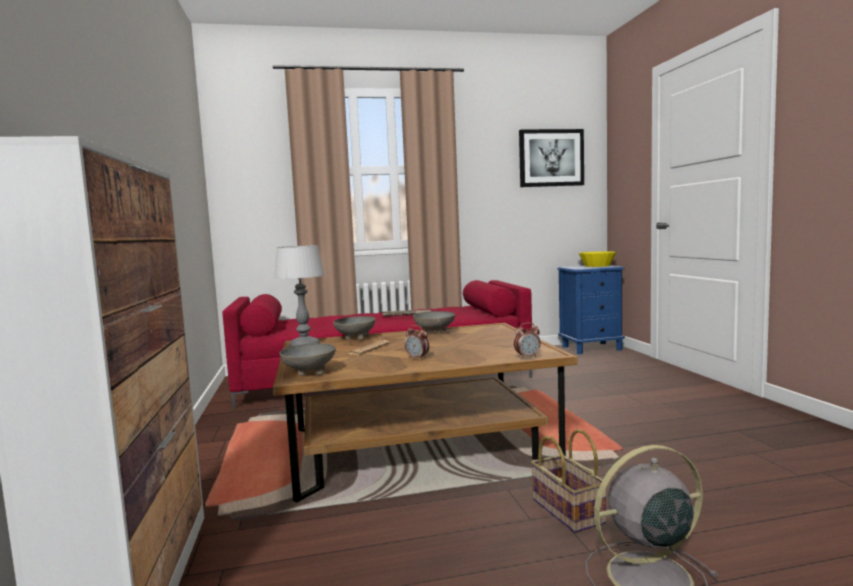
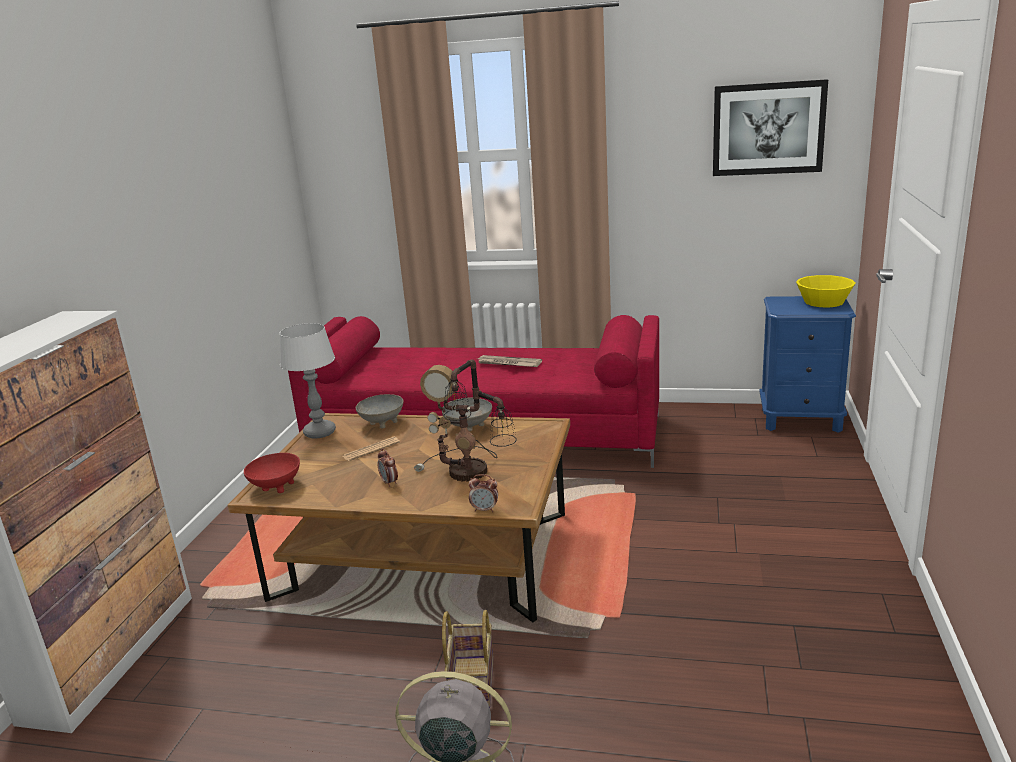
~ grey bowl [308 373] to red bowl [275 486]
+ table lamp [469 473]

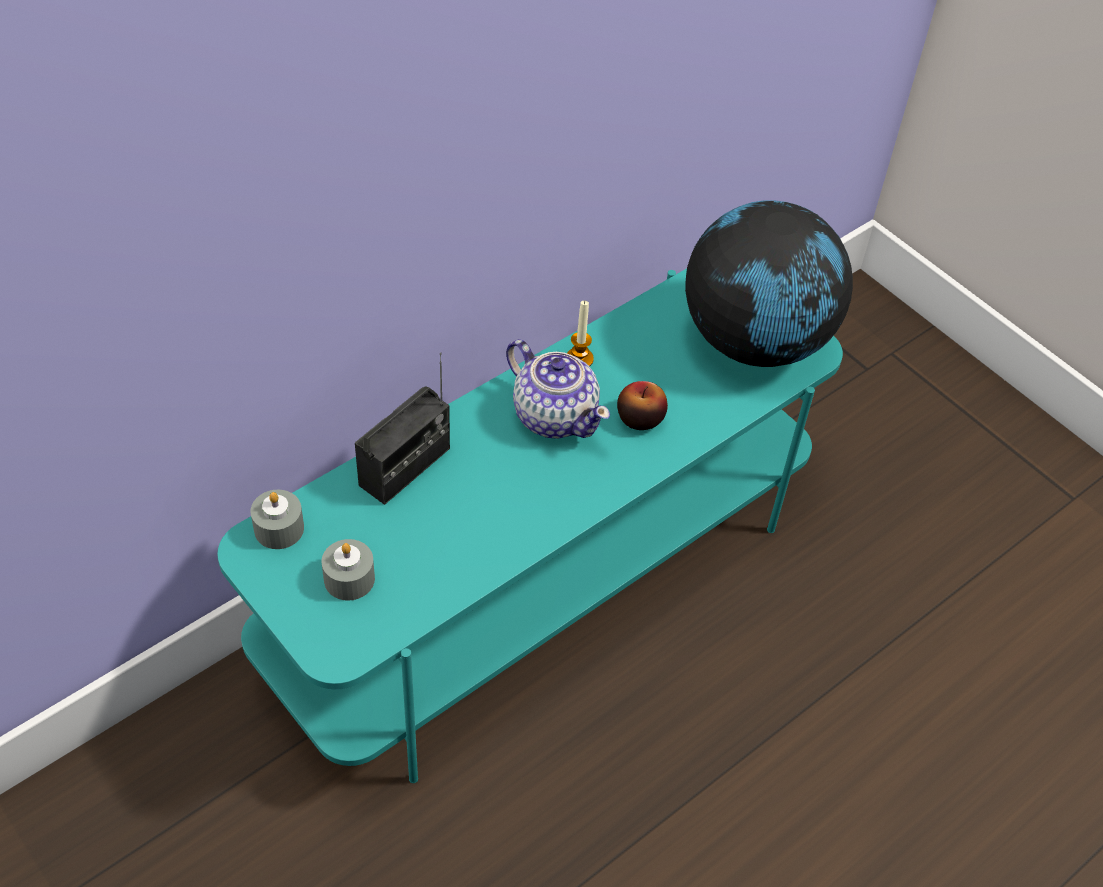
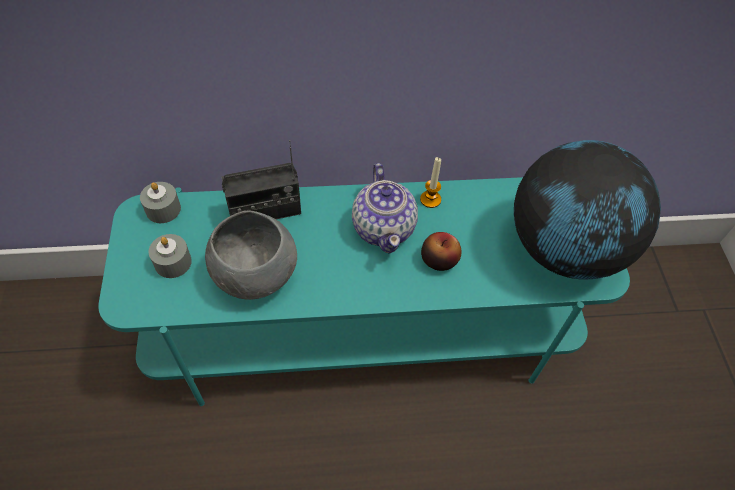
+ grey bowl [254 275]

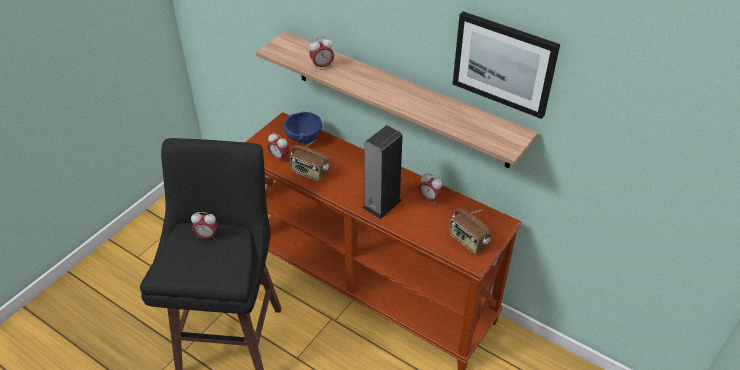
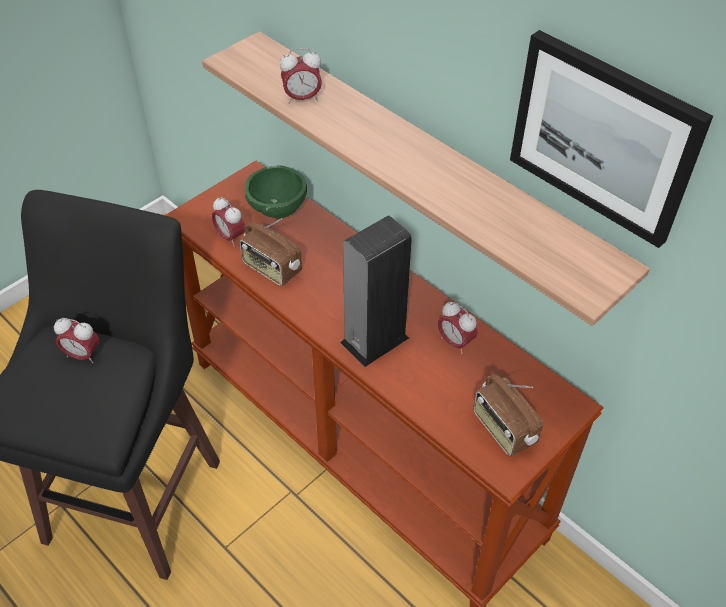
~ blue-coloured bowl [304 138] to greenish bowl [278 209]

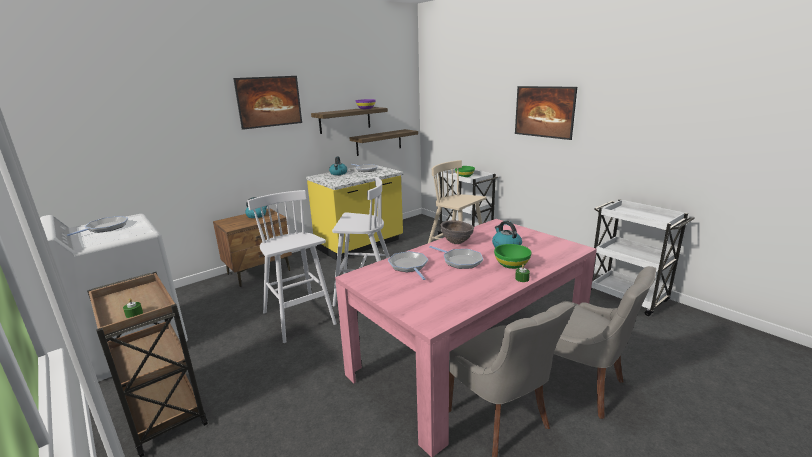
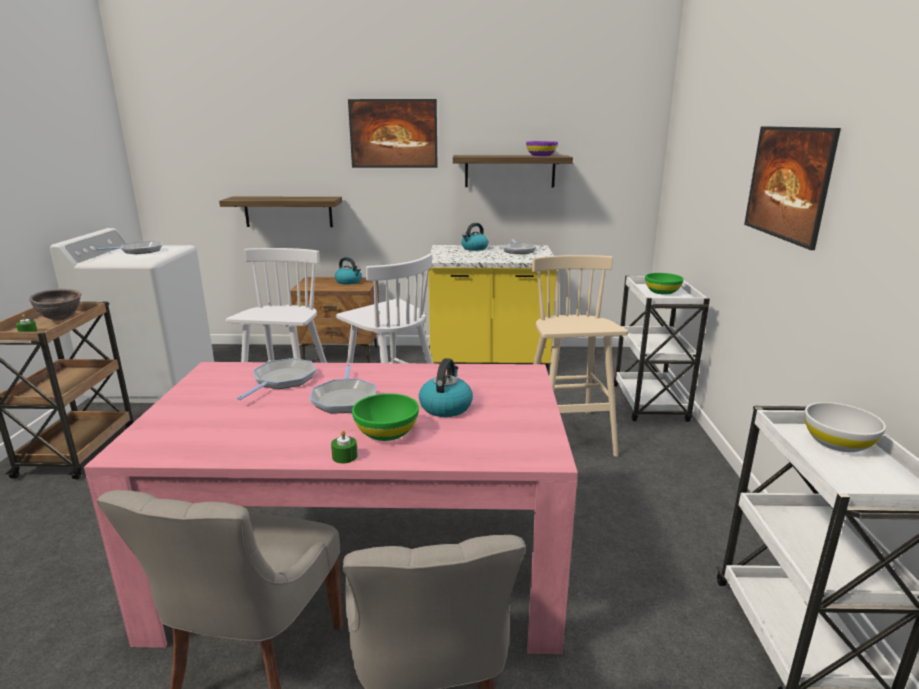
~ wall shelf [379 142] to [288 211]
~ brownish bowl [456 243] to [60 319]
+ white-coloured bowl [837 443]

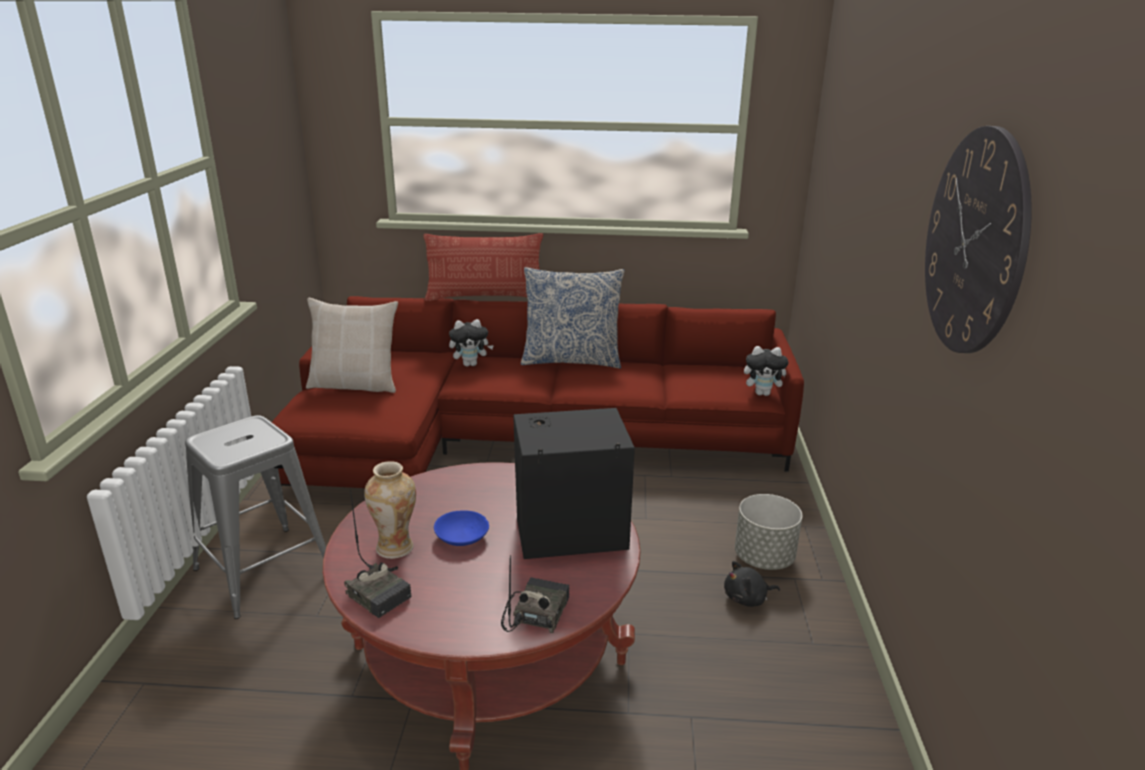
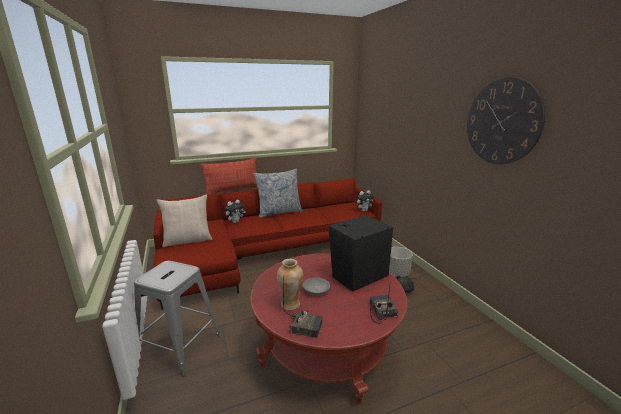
~ blue-coloured bowl [462 537] to grey bowl [316 290]

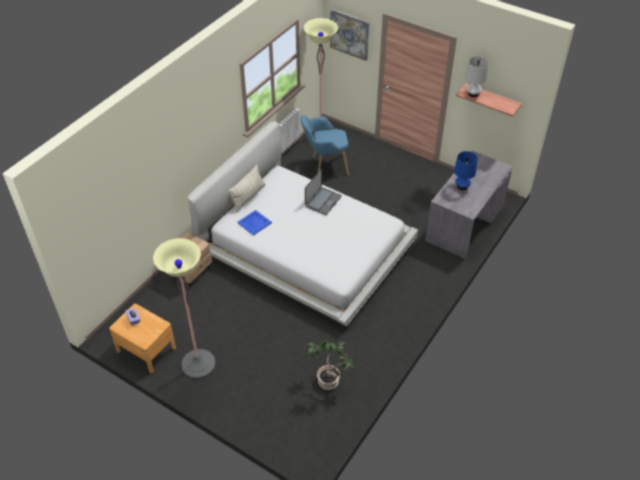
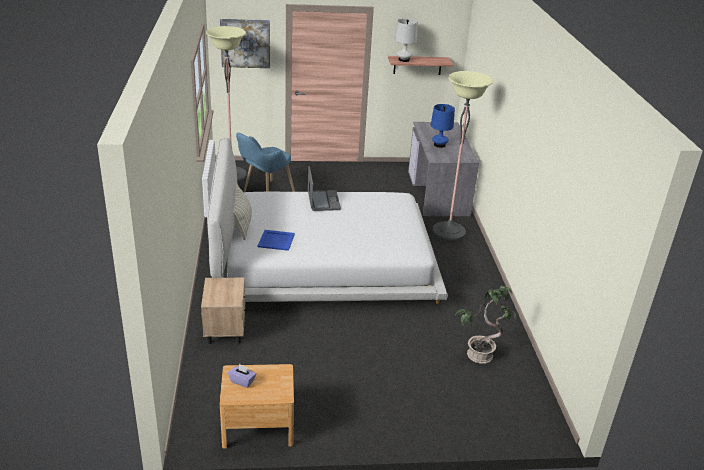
~ standing lamp [198 364] to [449 231]

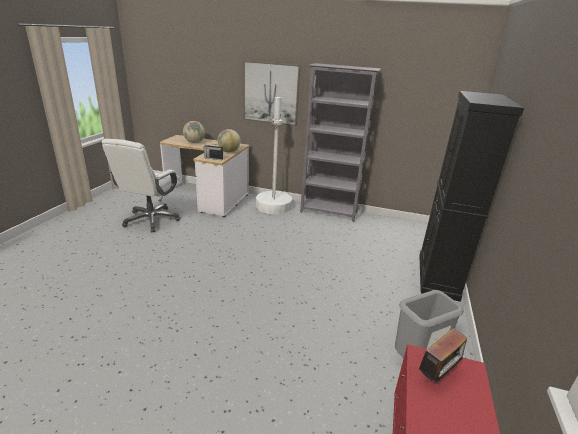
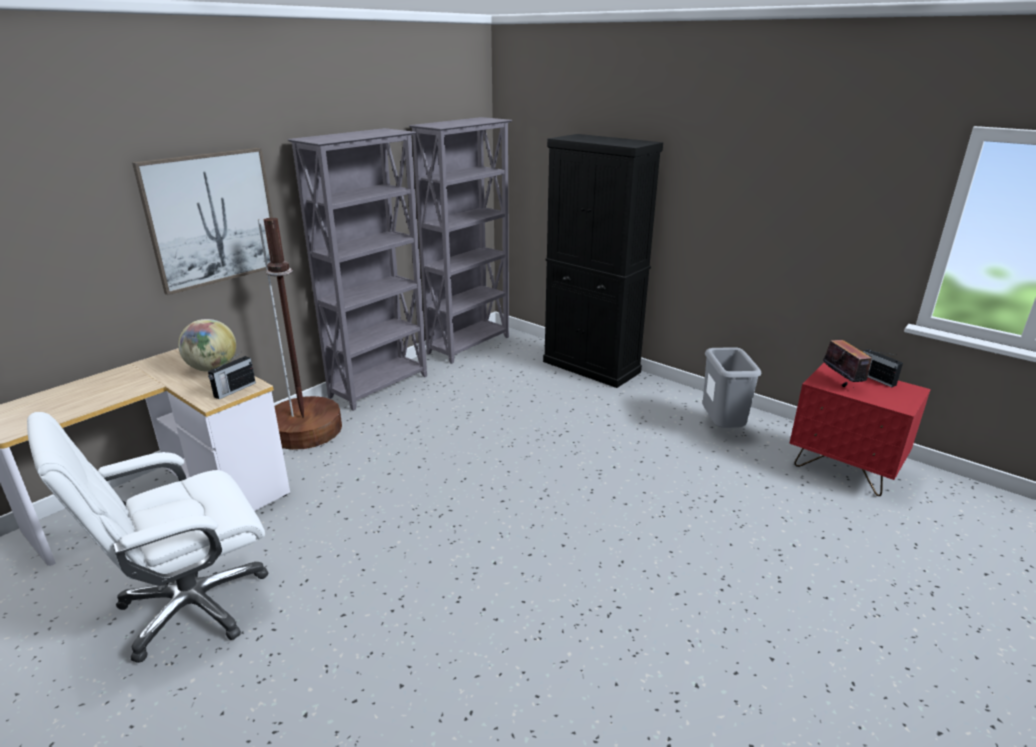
~ white-coloured standing lamp [273 207] to brownish standing lamp [305 430]
- world globe [194 142]
~ white-coloured office chair [151 220] = [191 606] 105 degrees clockwise
+ grey bookcase [470 345]
+ radio set [876 378]

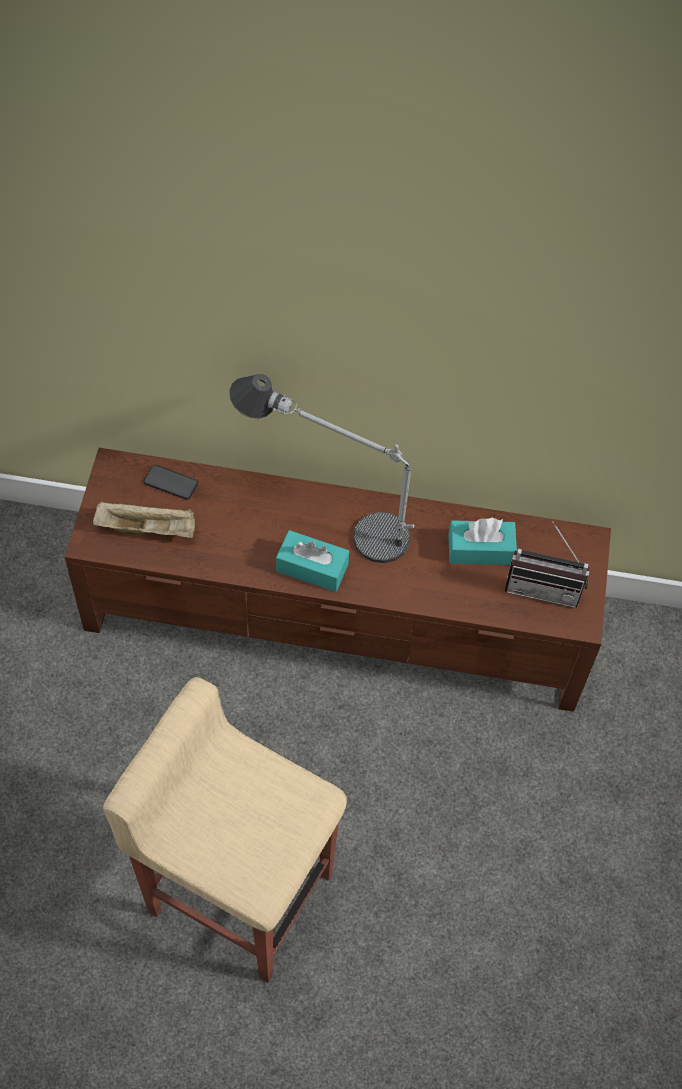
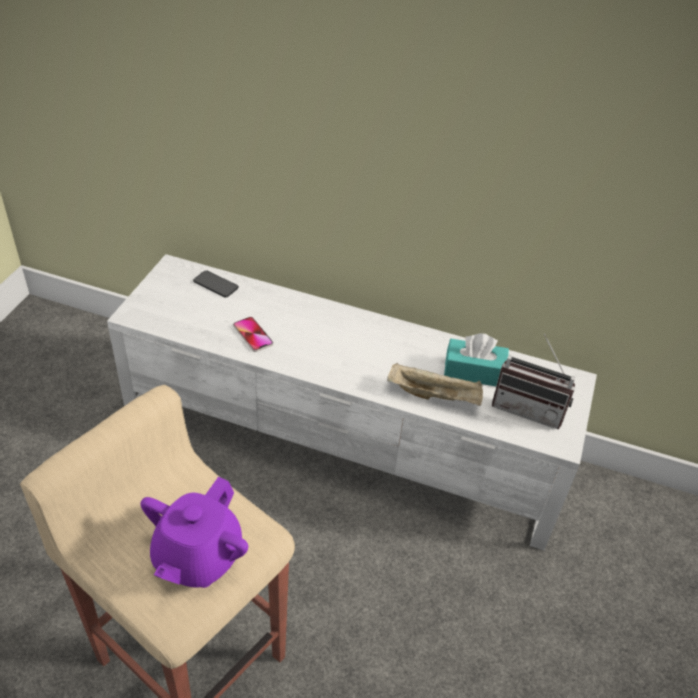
- table lamp [328 513]
~ brownish tv unit [339 617] to white-coloured tv unit [344 439]
~ sand-coloured tray [148 529] to [435 395]
- turquoise-coloured box of tissues [312 568]
+ phone [253 335]
+ purplish teapot [197 557]

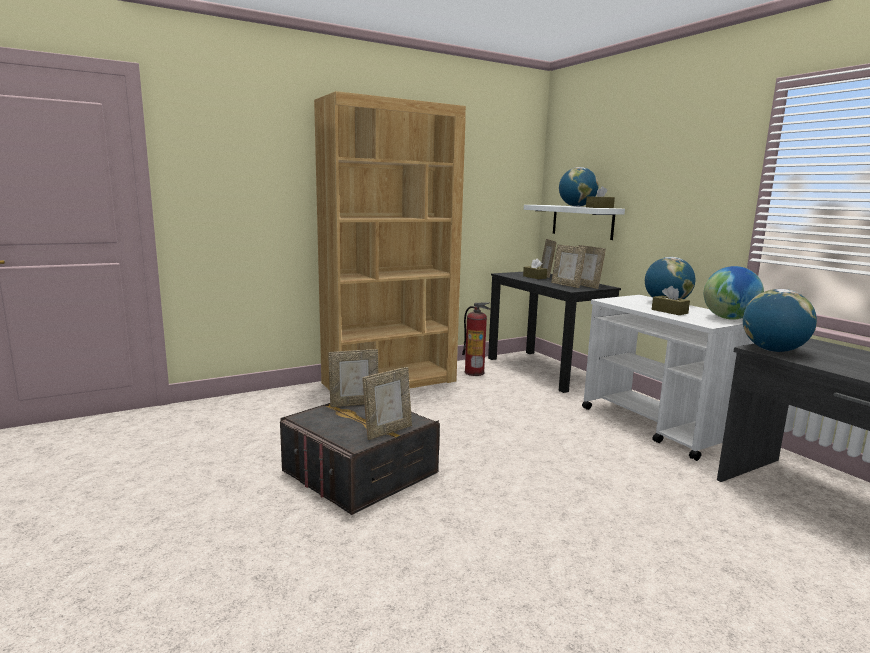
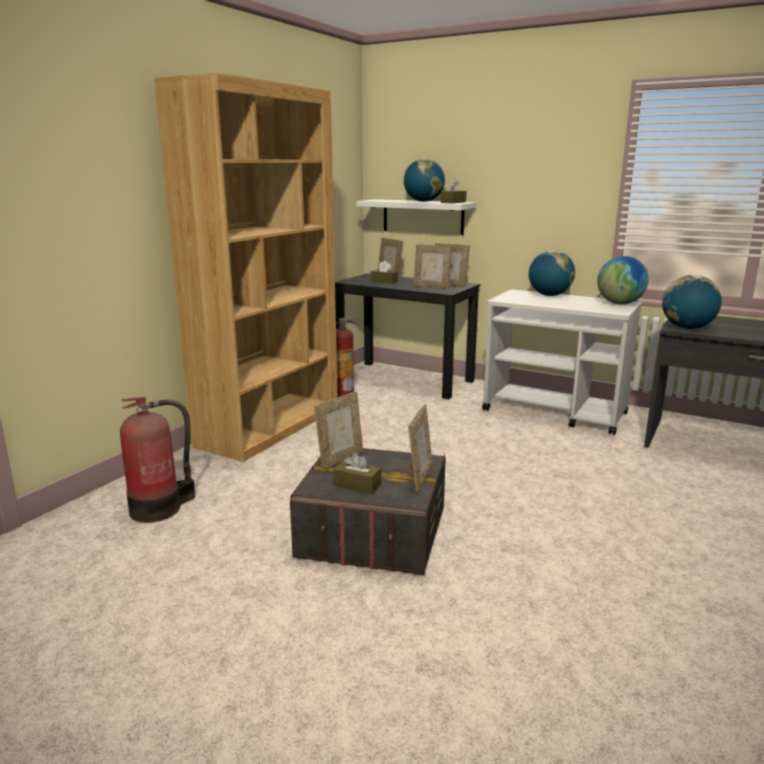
~ brownish box of tissues [669 311] to [357 485]
+ fire-fighting cylinder [159 508]

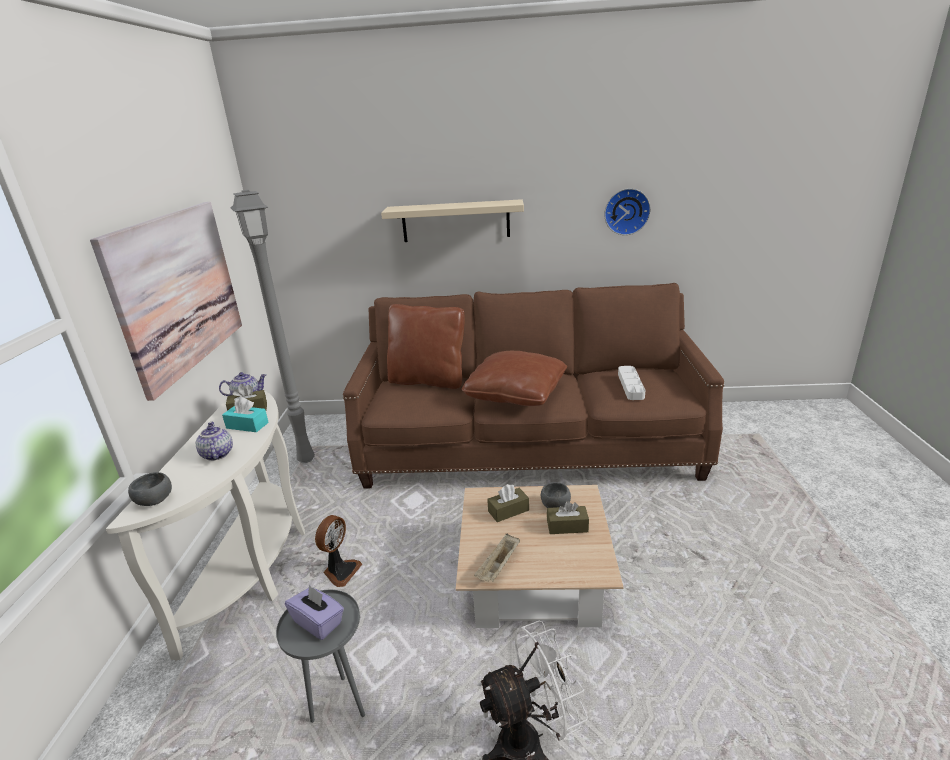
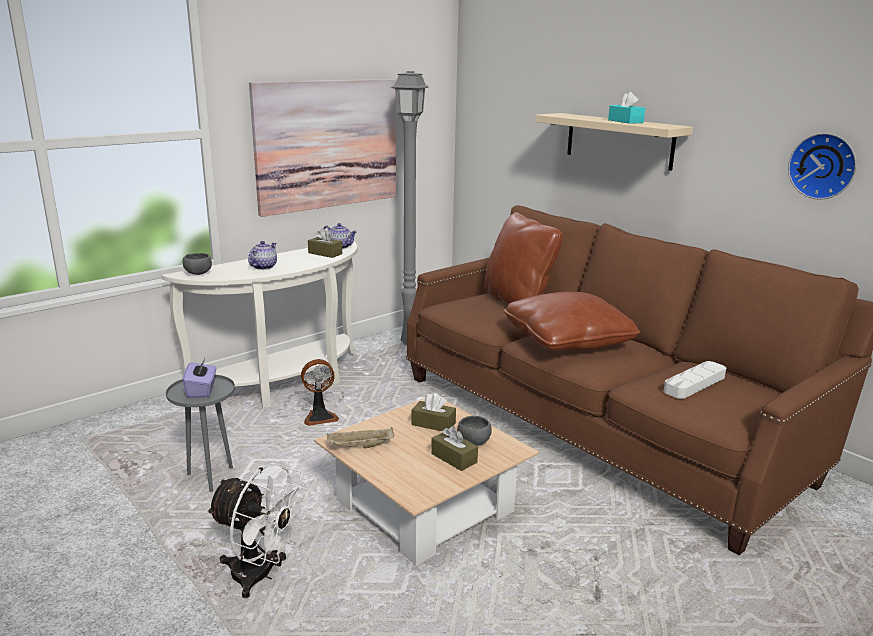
~ turquoise-coloured box of tissues [247 425] to [625 121]

